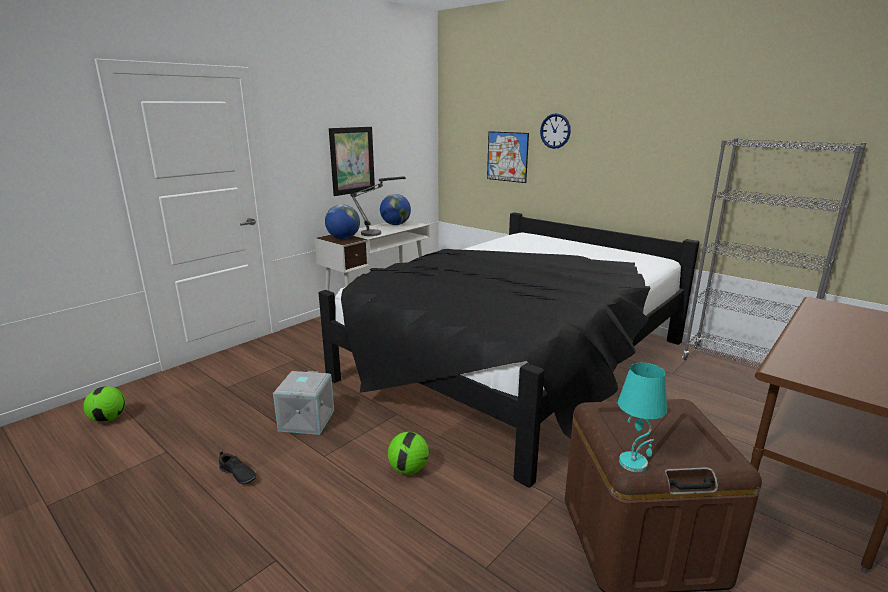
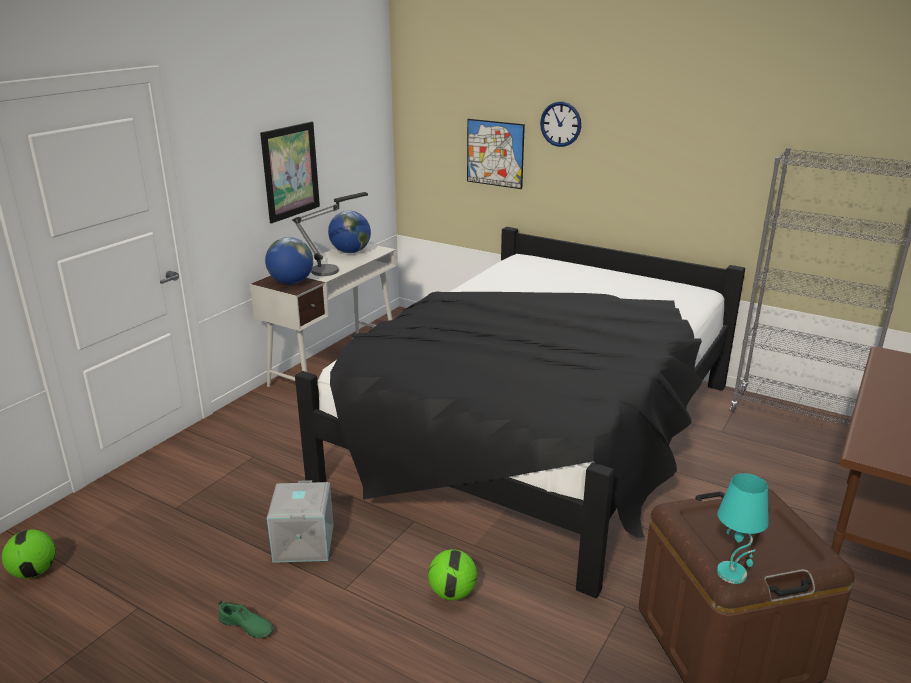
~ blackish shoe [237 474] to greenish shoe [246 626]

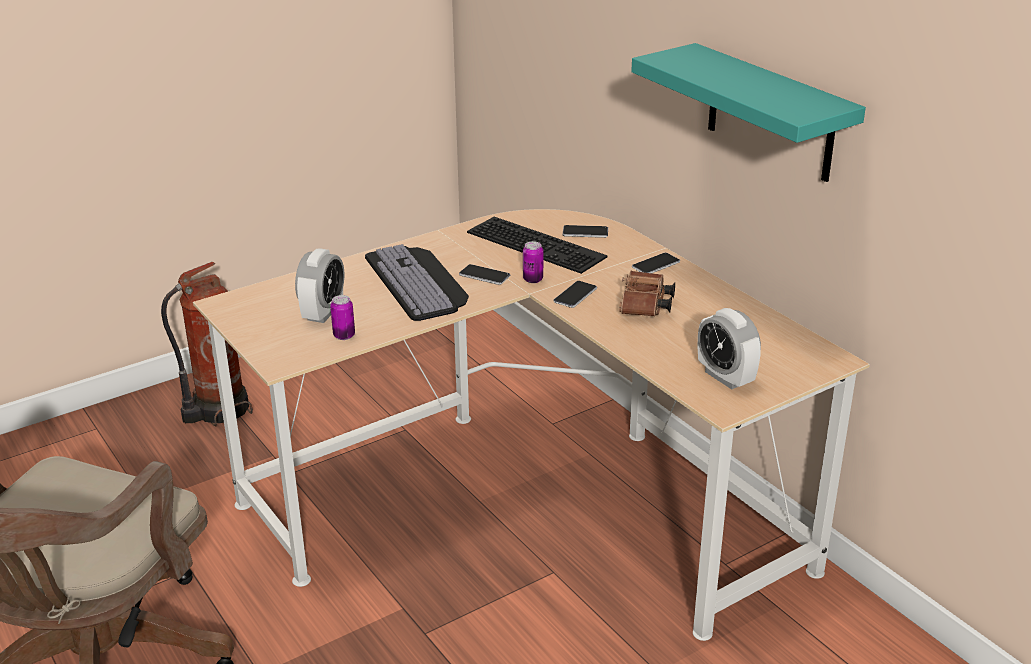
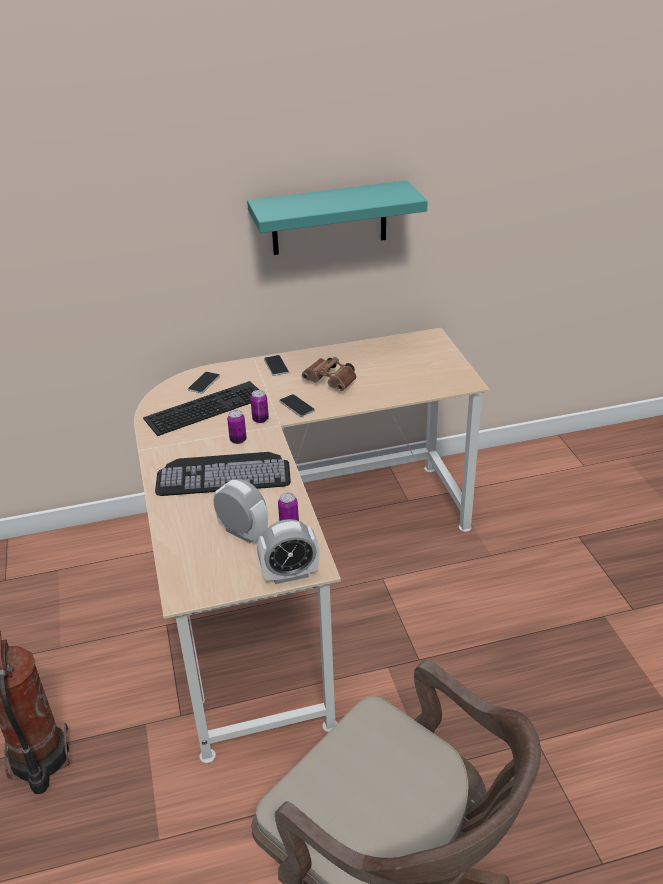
~ phone [484 275] to can [238 440]
~ alarm clock [725 377] to [290 574]

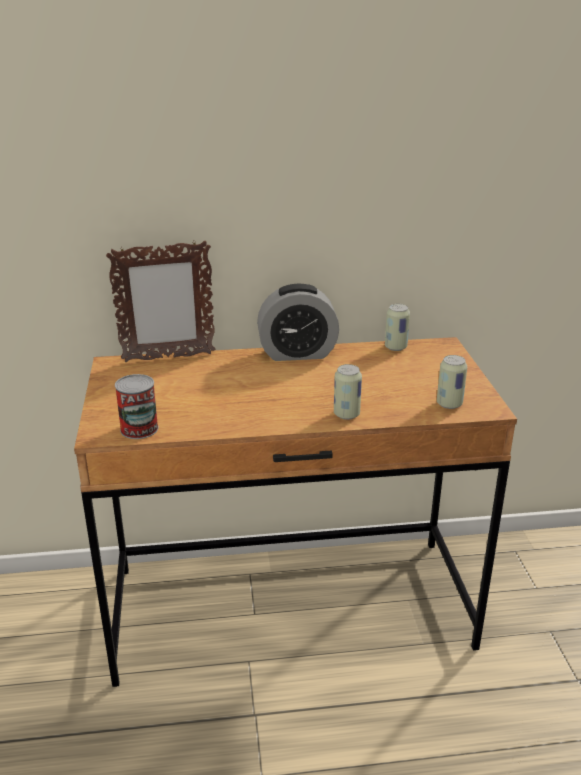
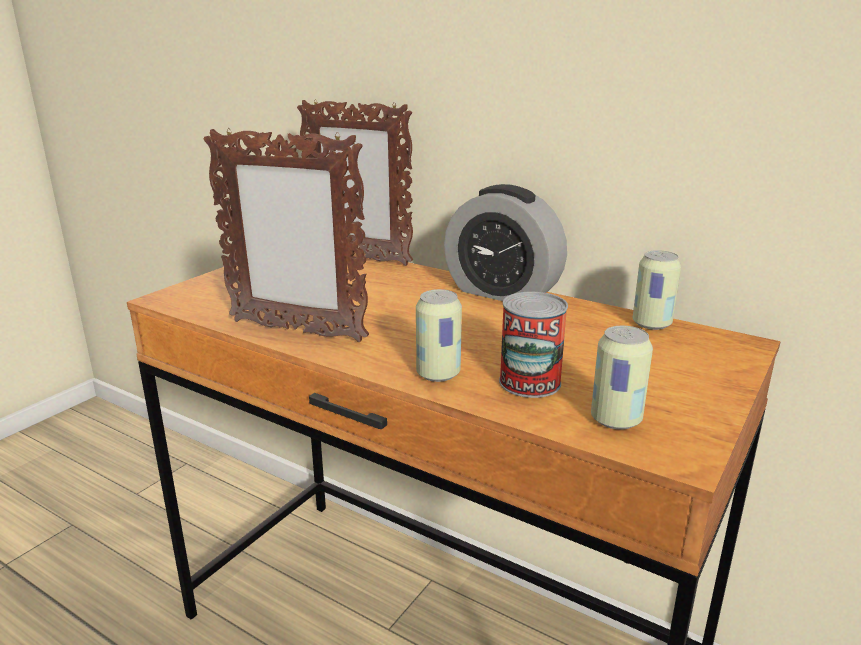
~ can [139 429] to [530 382]
+ standing frame [296 331]

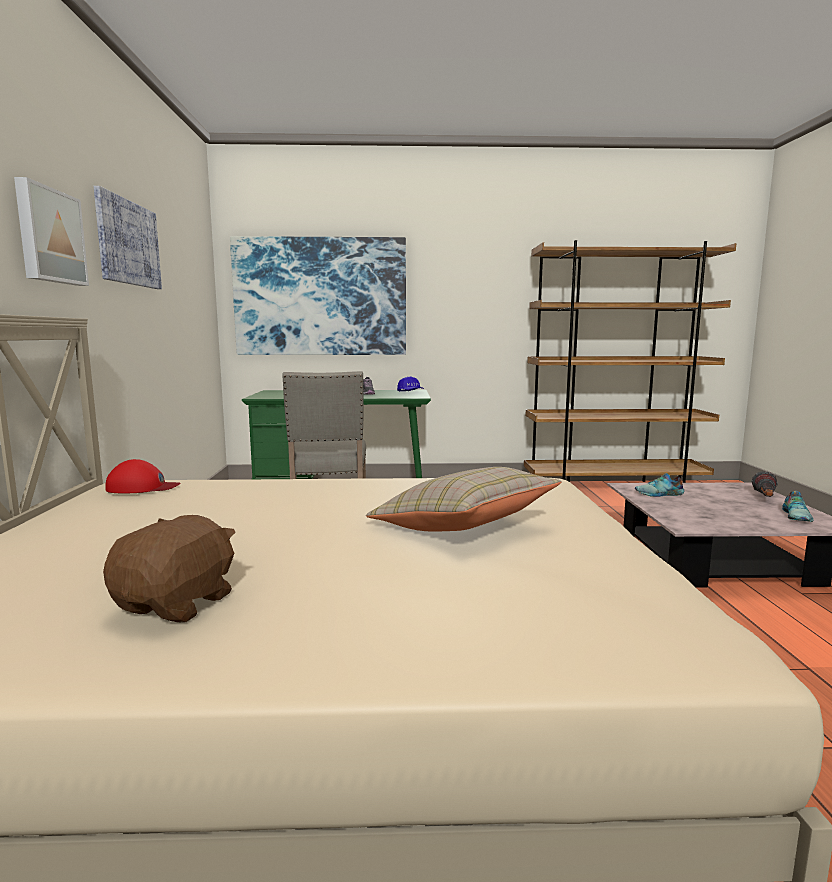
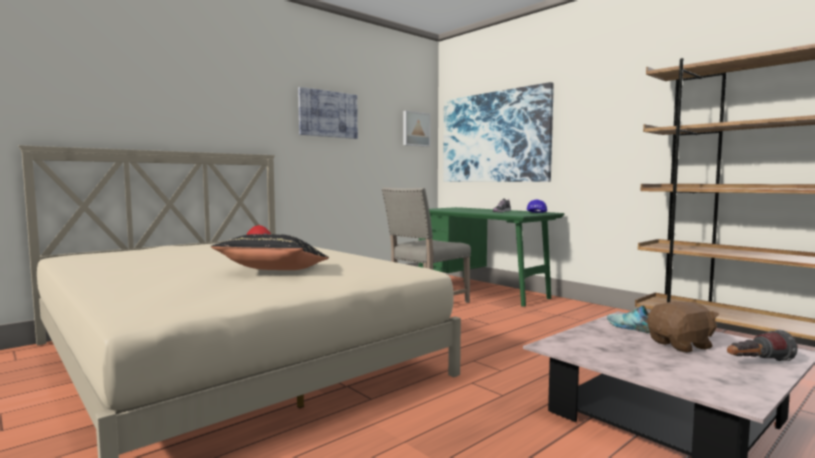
~ picture [49 236] to [415 129]
~ sand-coloured cushion [462 528] to blackish cushion [274 271]
- shoe [797 516]
~ brownish soft toy [178 604] to [681 345]

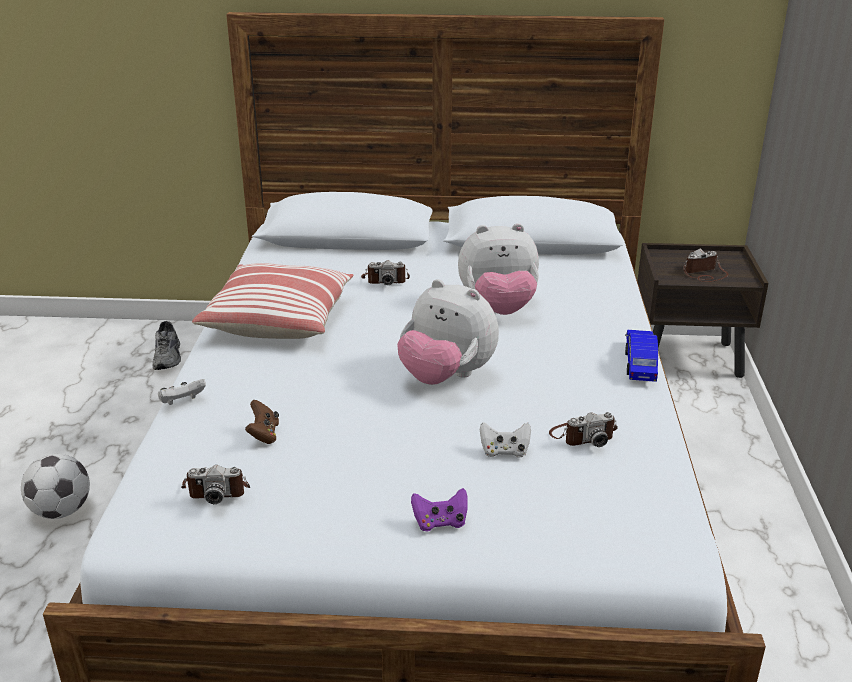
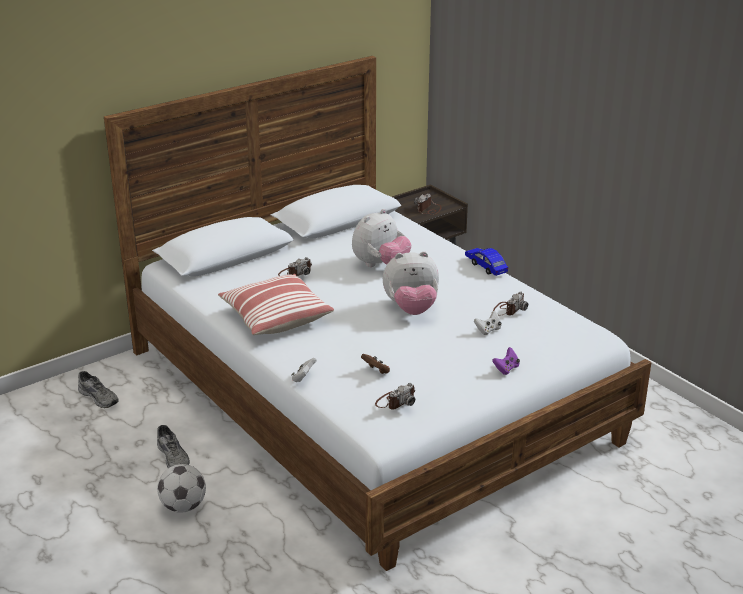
+ grey shoe [174 456]

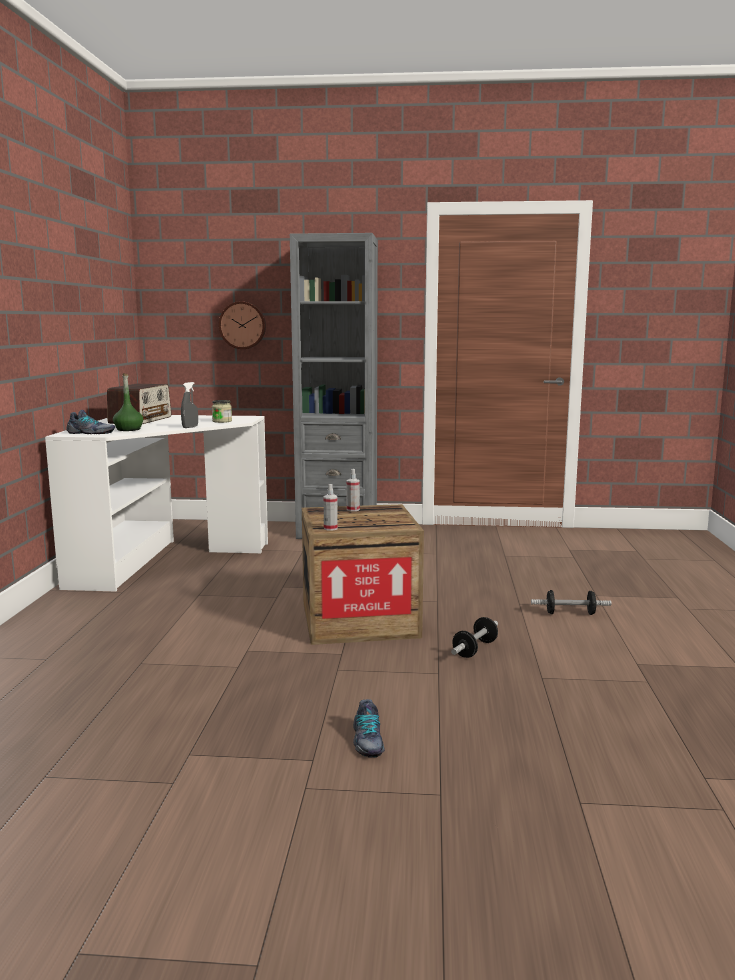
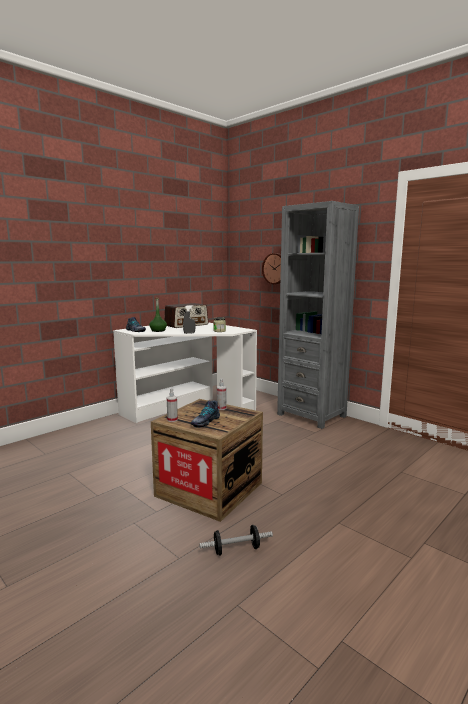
- free weight [570 613]
~ shoe [367 741] to [205 421]

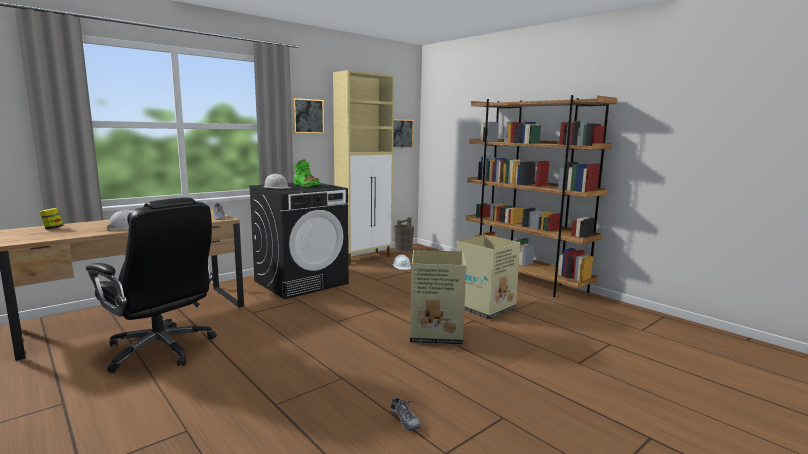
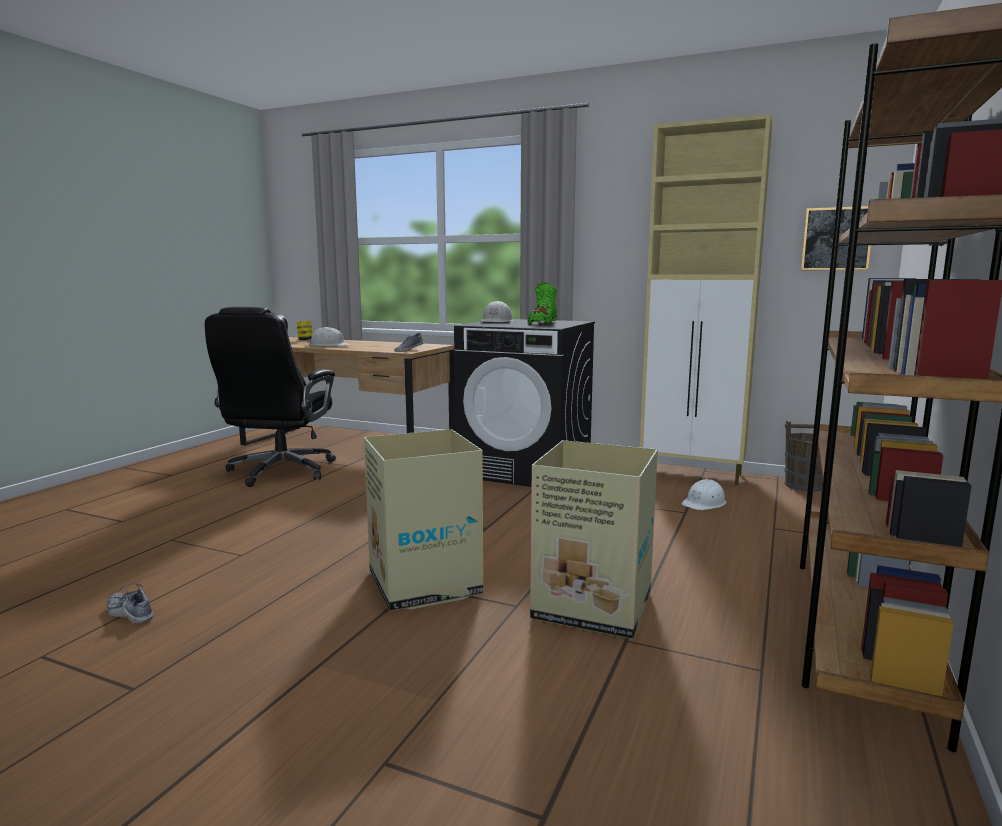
- picture [308 116]
~ shoe [405 420] = [130 613] 90 degrees clockwise

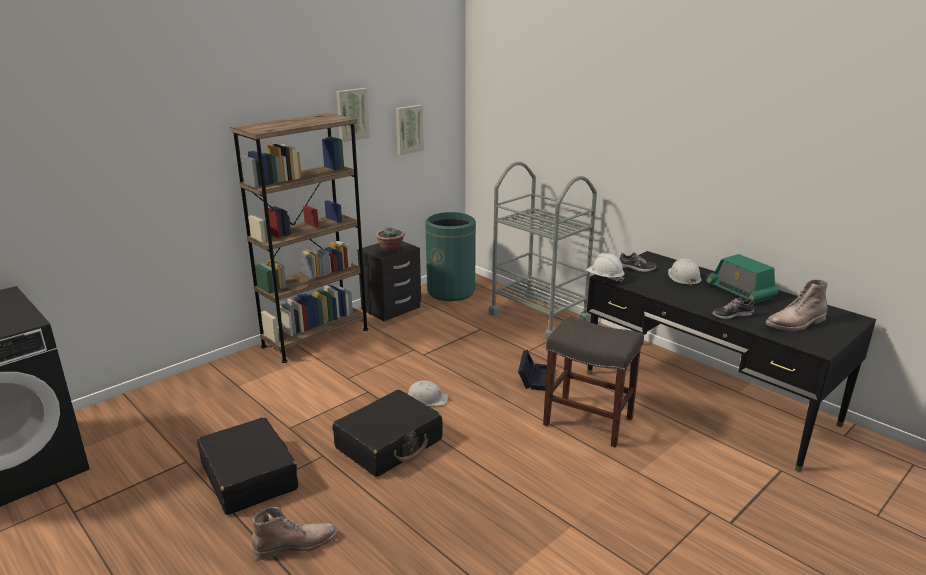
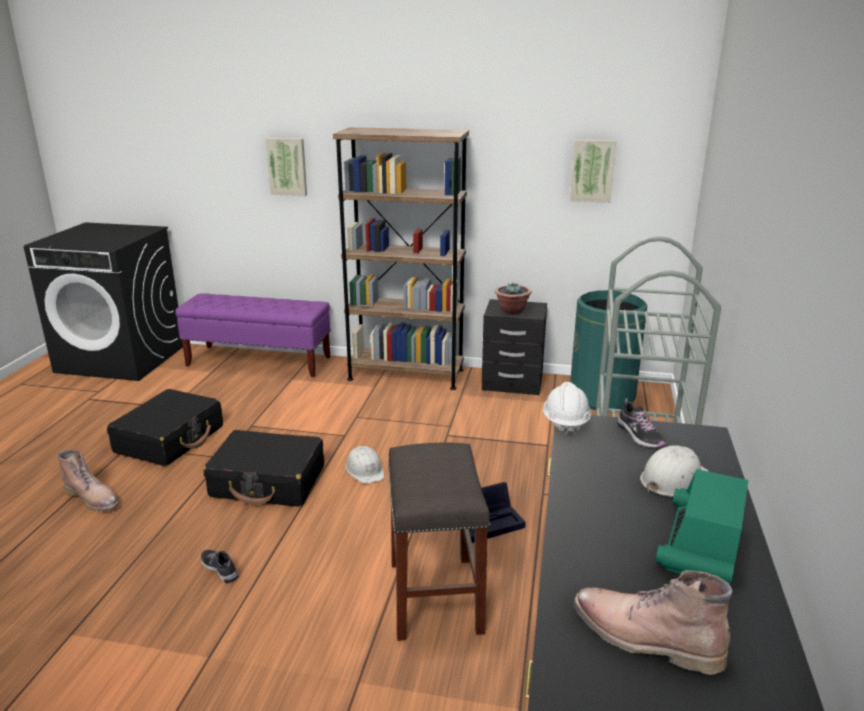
~ picture [352 114] to [287 166]
~ shoe [732 315] to [220 569]
+ purplish long seat [259 362]

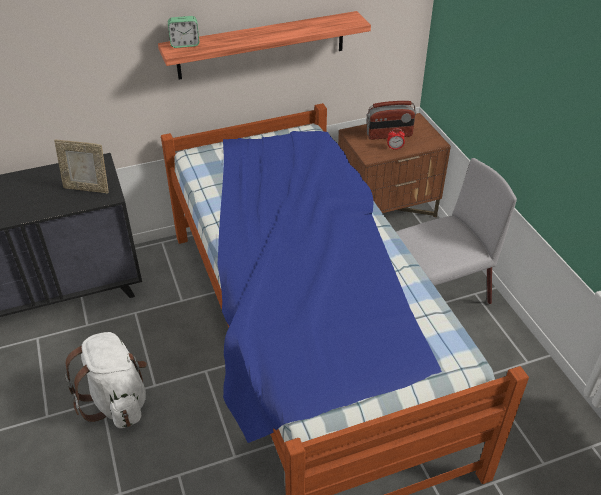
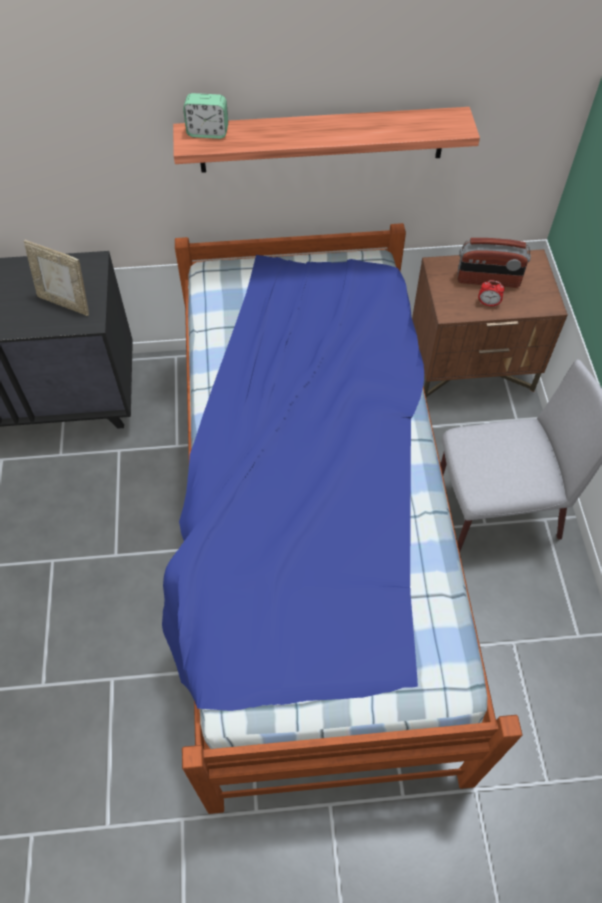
- white-coloured knapsack [117 401]

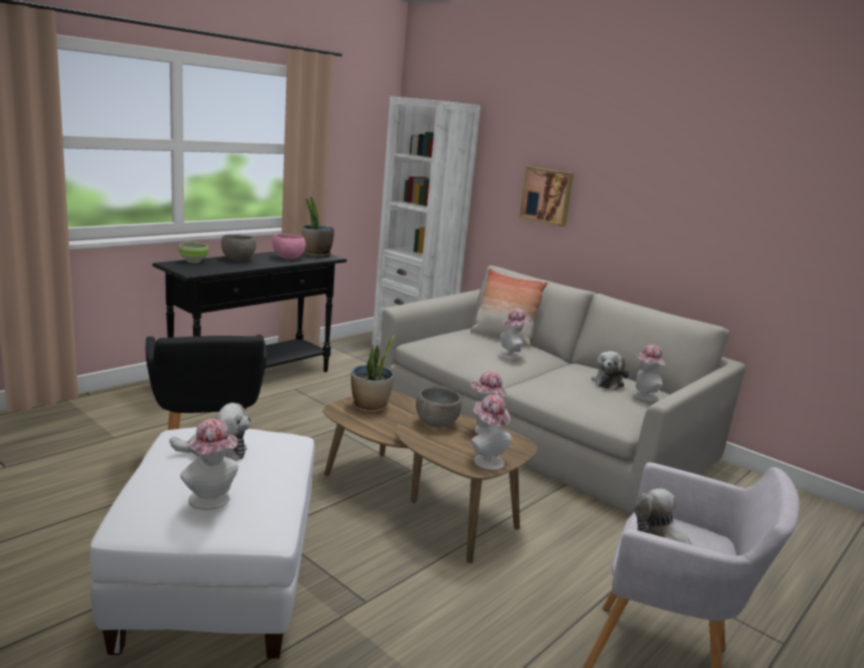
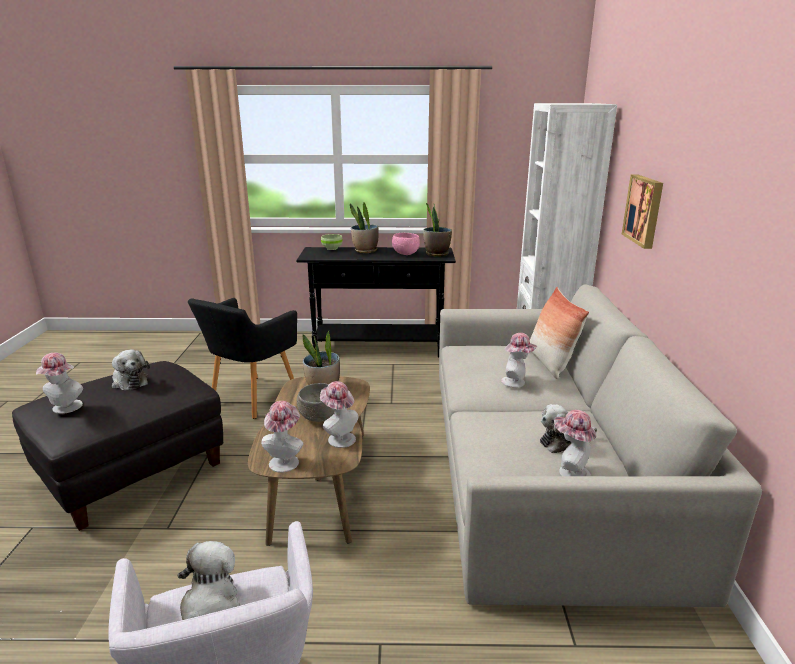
~ grey bowl [239 259] to potted plant [365 251]
~ white-coloured ottoman [218 584] to blackish ottoman [133 471]

